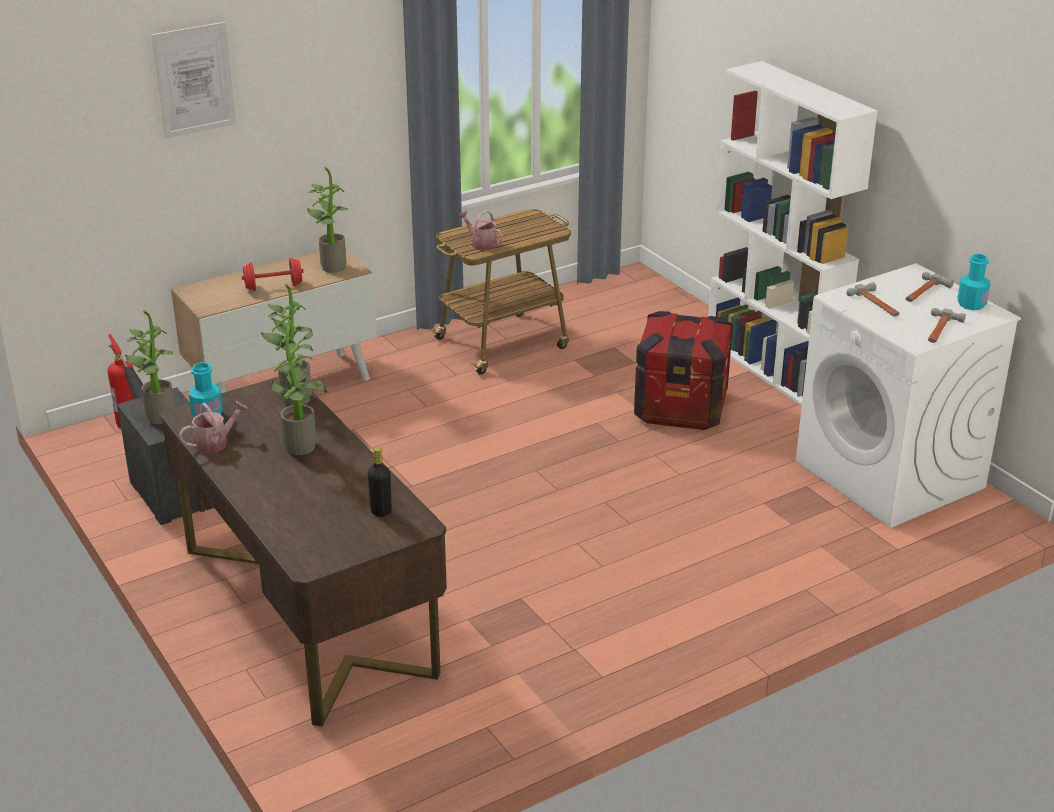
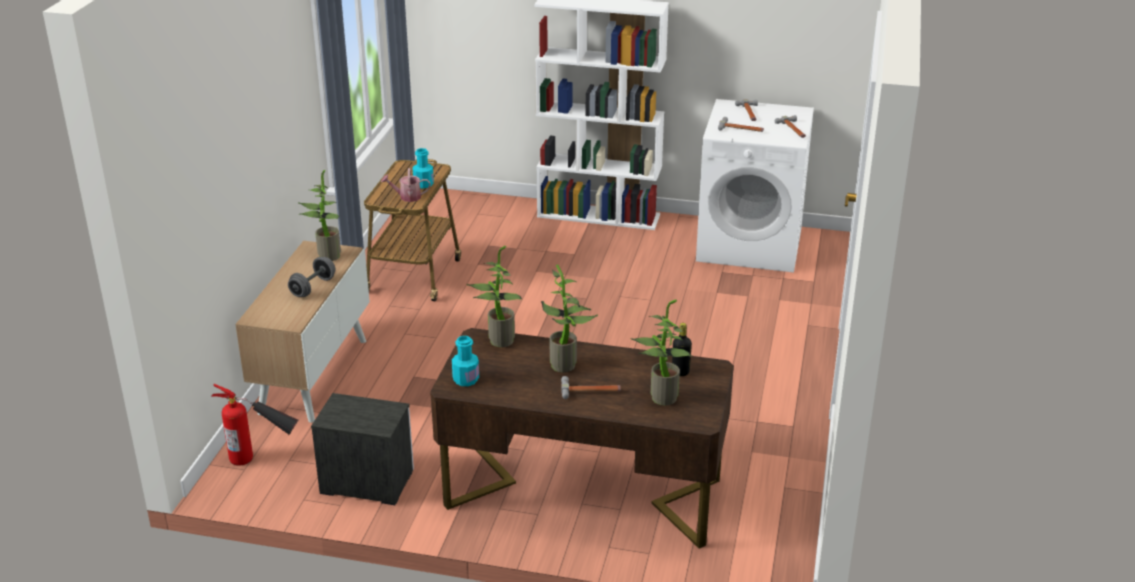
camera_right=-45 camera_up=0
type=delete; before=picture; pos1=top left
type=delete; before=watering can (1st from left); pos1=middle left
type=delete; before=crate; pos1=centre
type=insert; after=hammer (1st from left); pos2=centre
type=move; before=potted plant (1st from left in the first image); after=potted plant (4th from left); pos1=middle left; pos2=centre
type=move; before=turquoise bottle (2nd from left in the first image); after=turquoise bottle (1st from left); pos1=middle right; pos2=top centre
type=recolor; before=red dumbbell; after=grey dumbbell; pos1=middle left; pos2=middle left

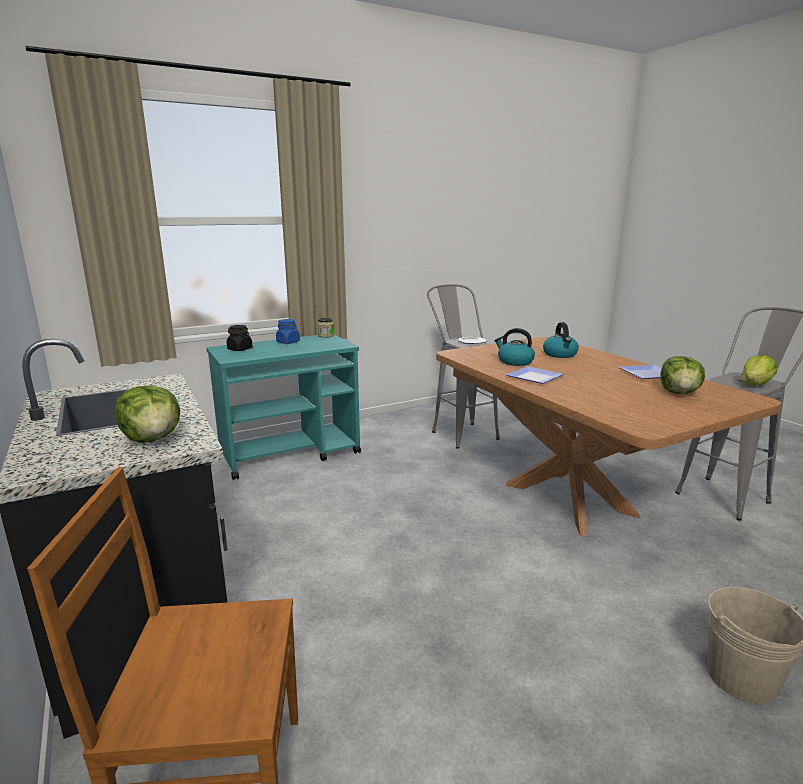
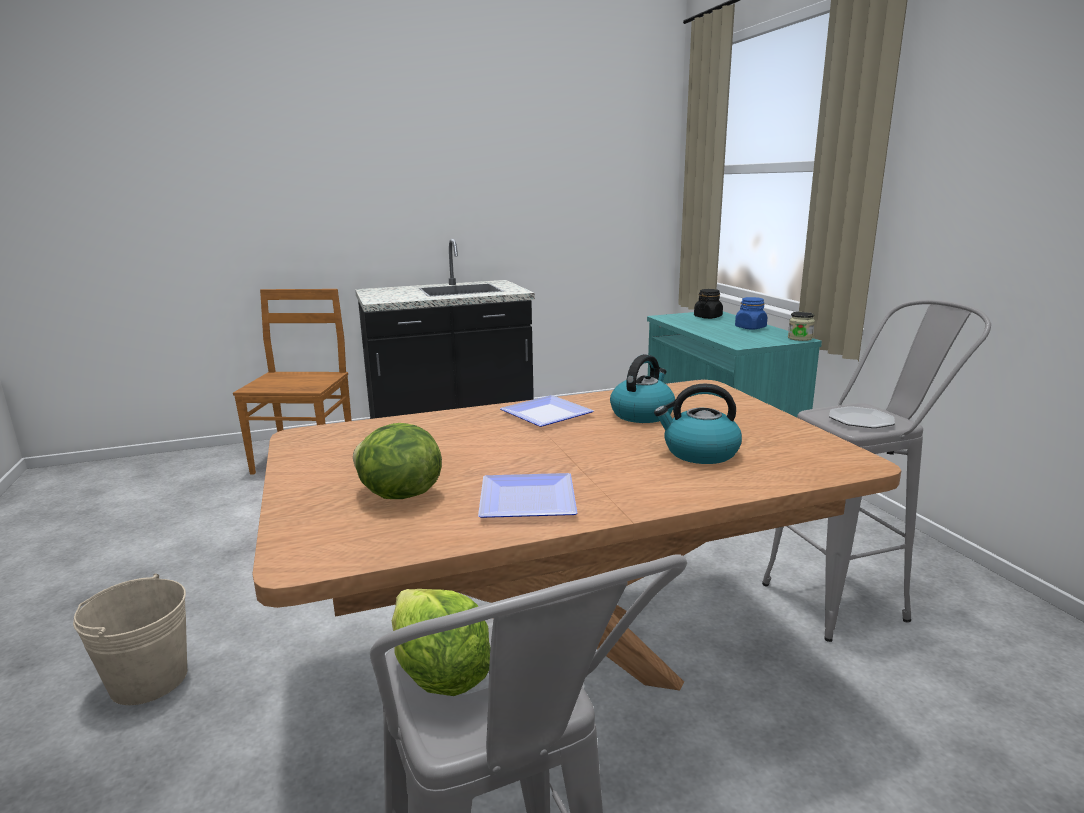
camera_right=100 camera_up=0
type=delete; before=lettuce (1st from left); pos1=middle left

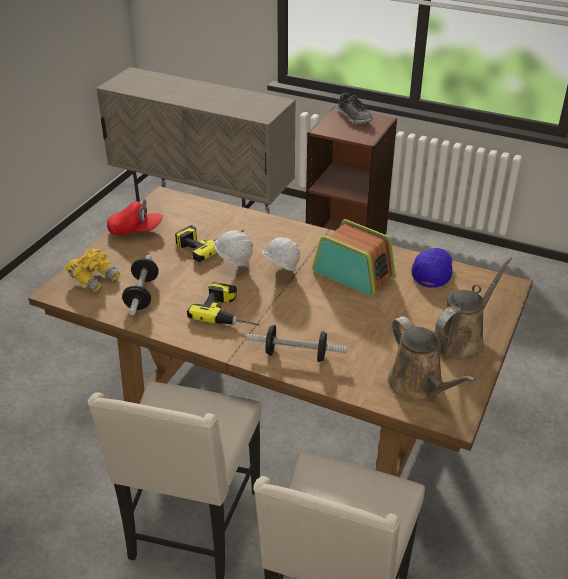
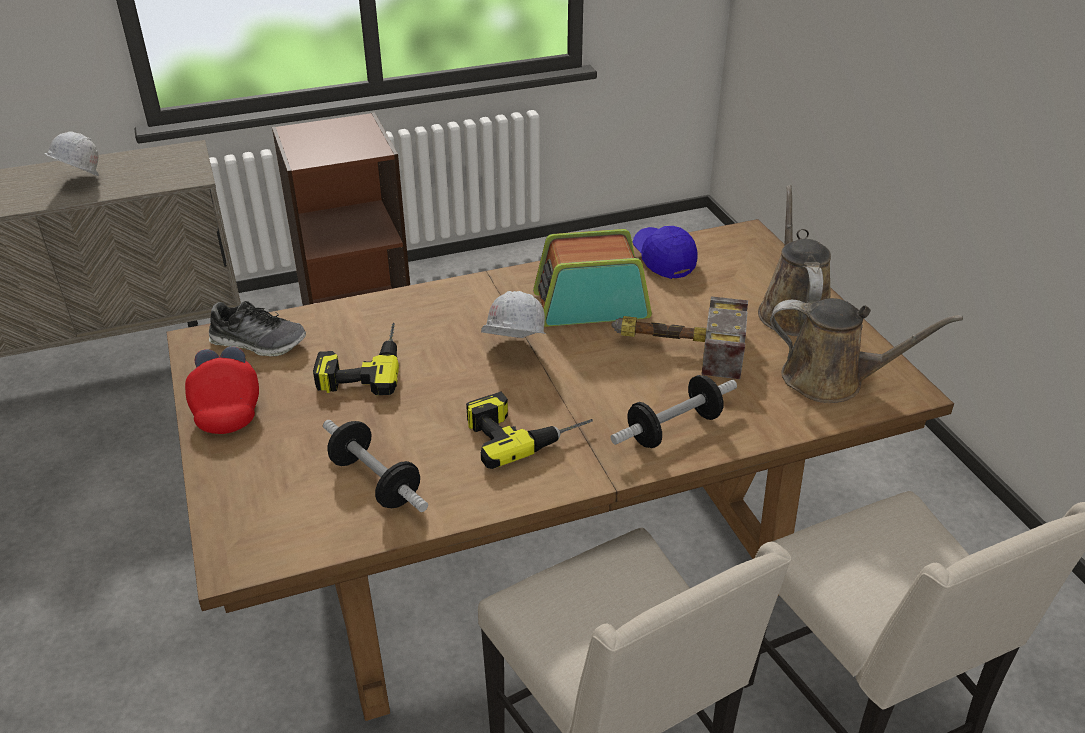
camera_right=-45 camera_up=0
type=delete; before=yellow binoculars; pos1=middle left
type=insert; after=hammer; pos2=centre
type=move; before=white hard hat (1st from left); pos1=centre; pos2=top left
type=move; before=shoe; pos1=top centre; pos2=middle left
type=rotate; before=red cap; pos1=middle left; pos2=middle left; turn=-60

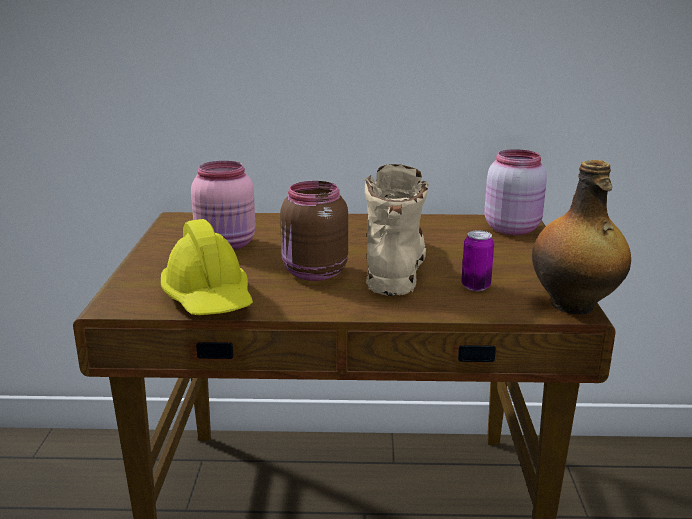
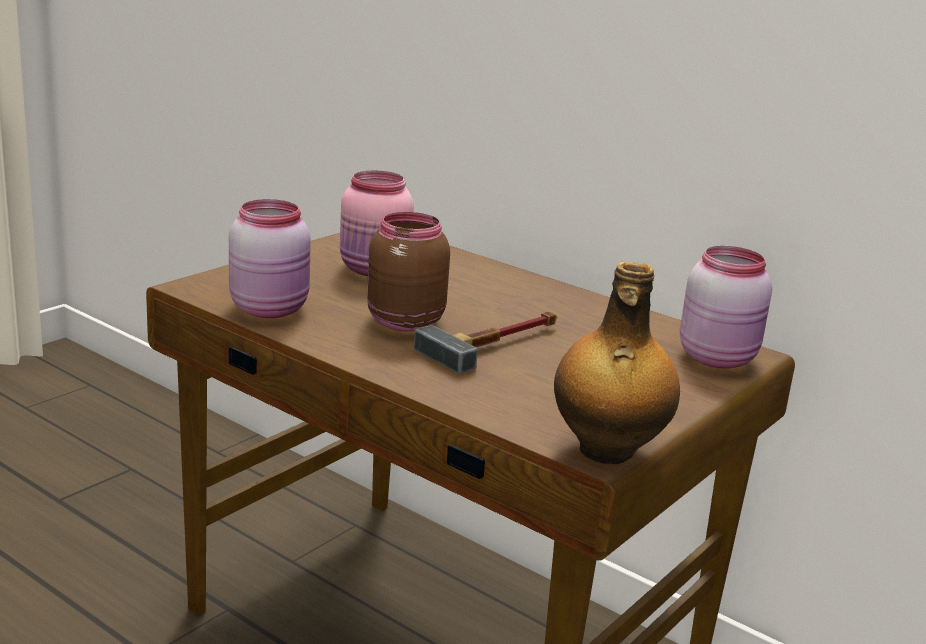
camera_right=35 camera_up=0
type=delete; before=can; pos1=middle right
type=replace; before=yellow hard hat; after=pink jar (1st from left); pos1=middle left; pos2=middle left
type=replace; before=beige boot; after=hammer; pos1=centre; pos2=centre

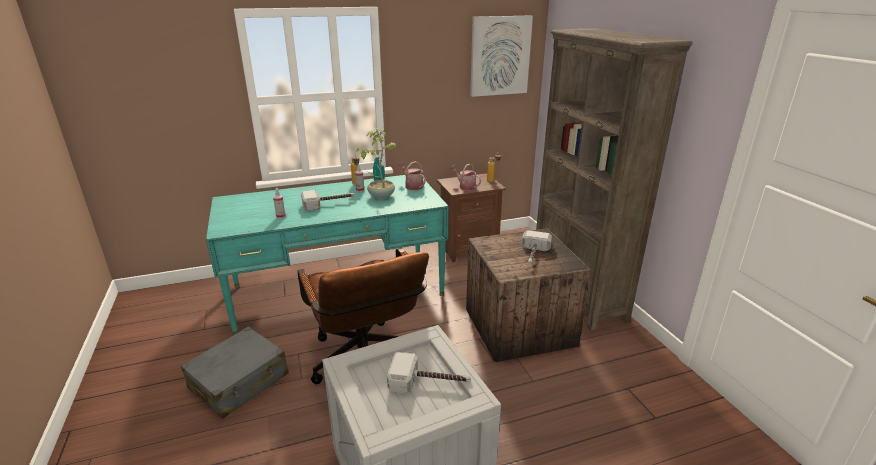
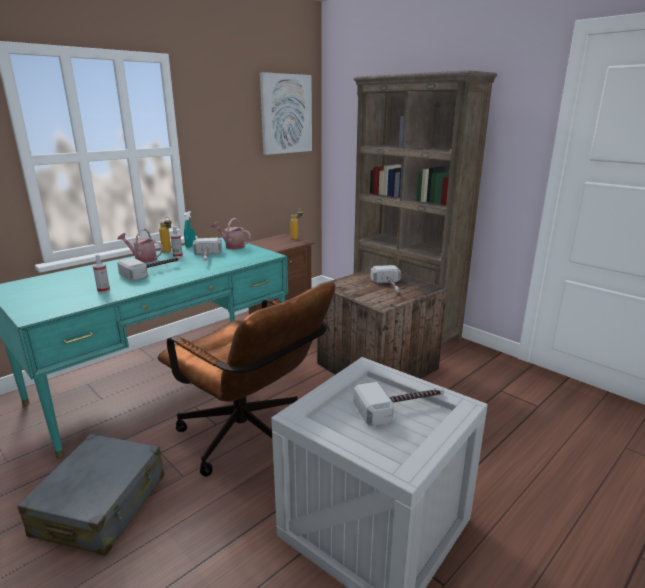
camera_right=-25 camera_up=-5
type=move; before=watering can (2nd from left in the first image); after=watering can (1st from left); pos1=centre; pos2=middle left
type=replace; before=potted plant; after=hammer (2nd from left); pos1=centre; pos2=middle left

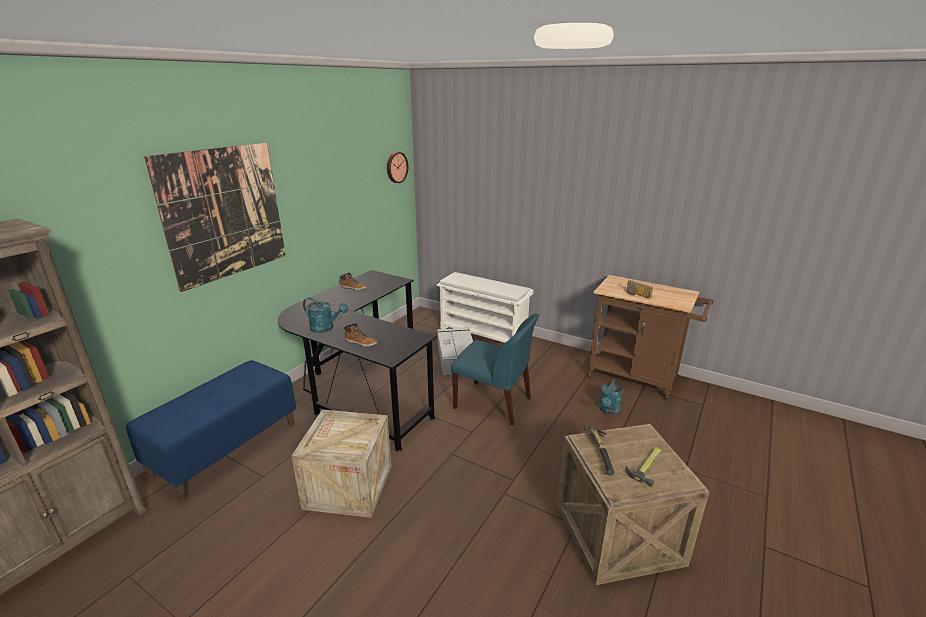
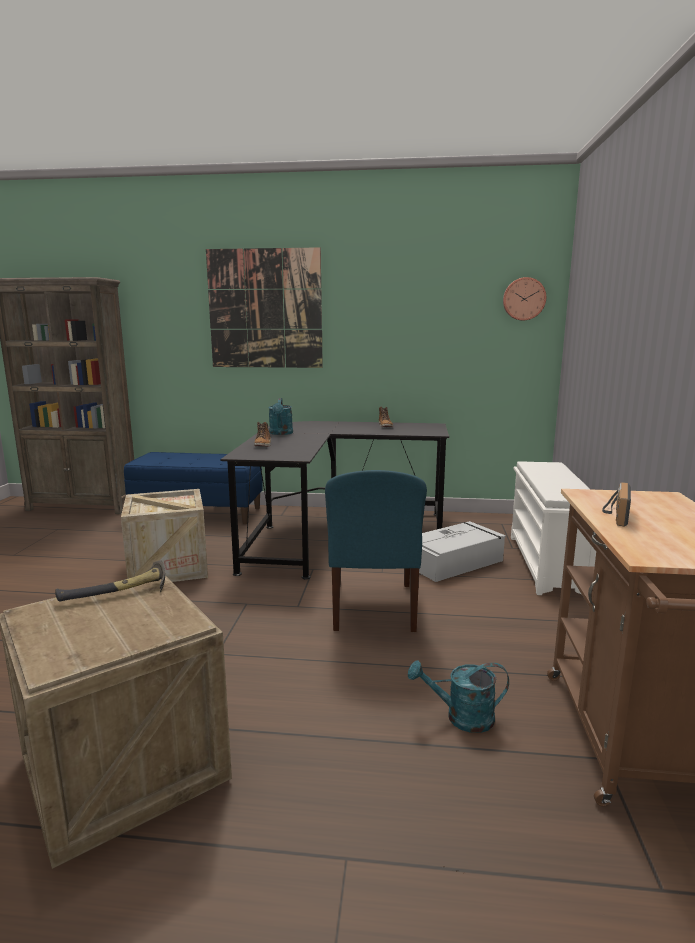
camera_right=65 camera_up=-10
type=delete; before=hammer (2nd from left); pos1=bottom right

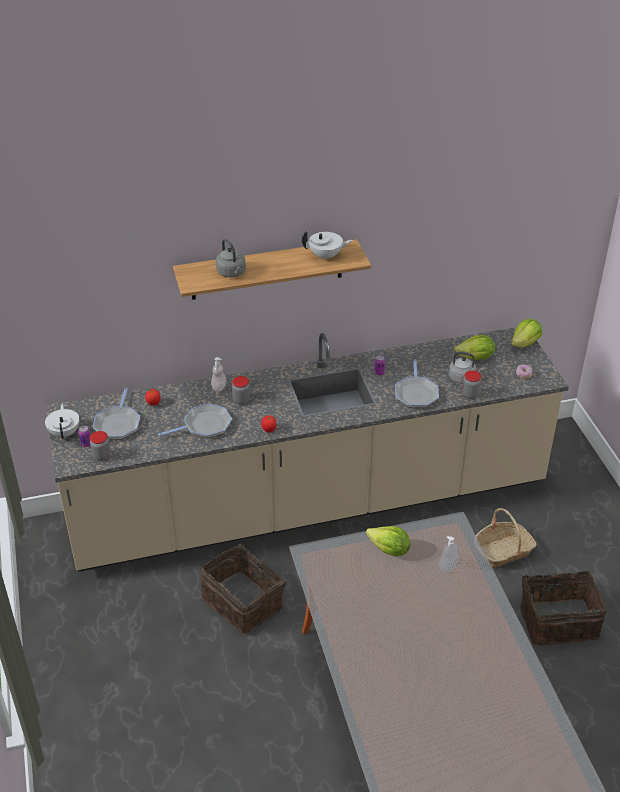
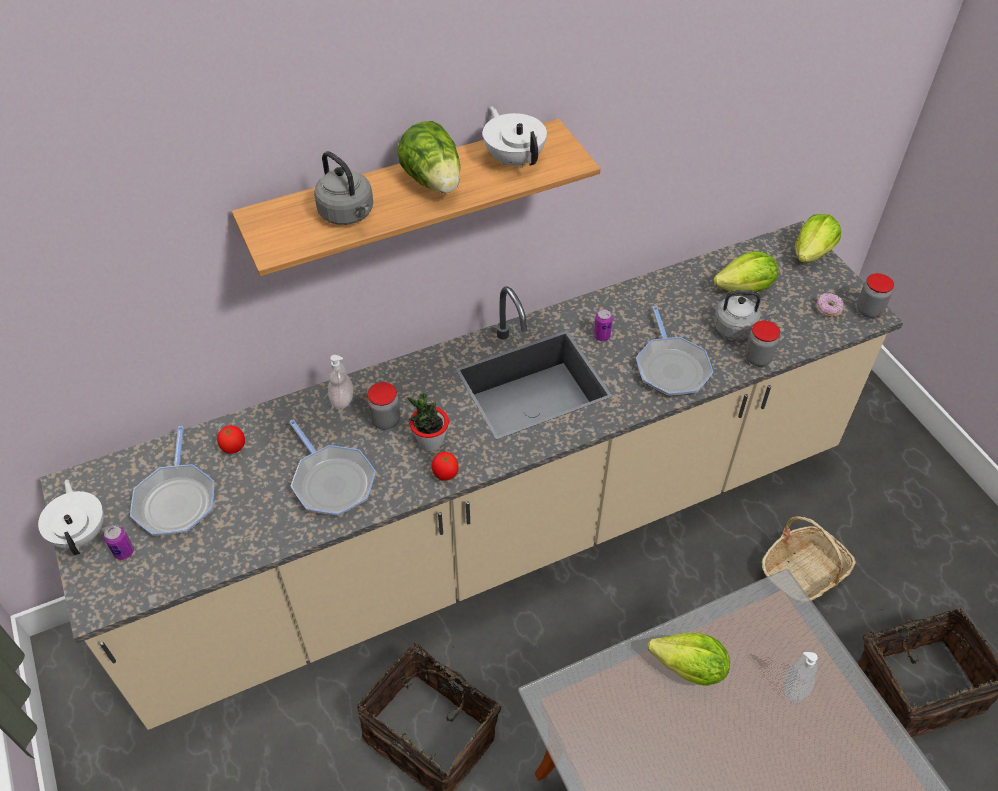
camera_right=-10 camera_up=10
type=insert; after=lettuce (1st from left); pos2=top centre
type=insert; after=potted plant; pos2=centre
type=move; before=jar (1st from left in the first image); after=jar (3rd from left); pos1=middle left; pos2=middle right
type=rotate; before=frying pan (2nd from left); pos1=middle left; pos2=middle left; turn=90
type=rotate; before=white teapot (2nd from left); pos1=top centre; pos2=top centre; turn=-105

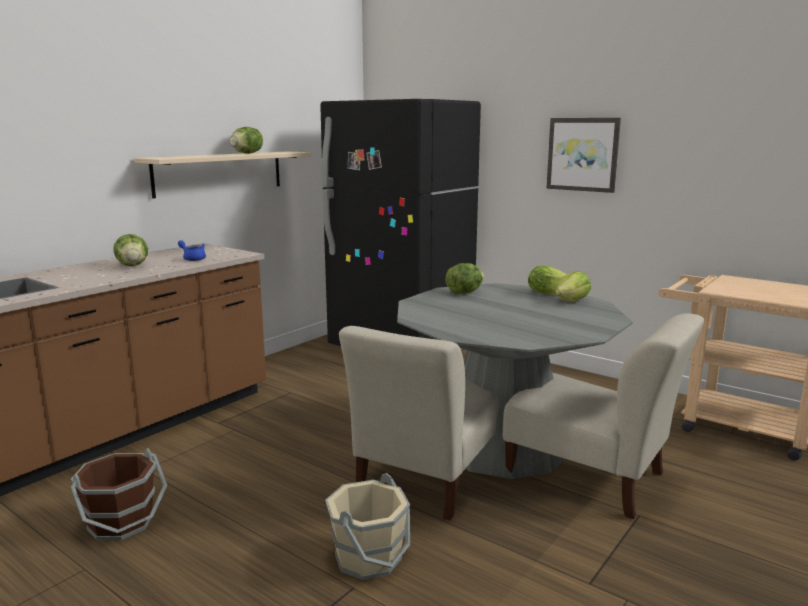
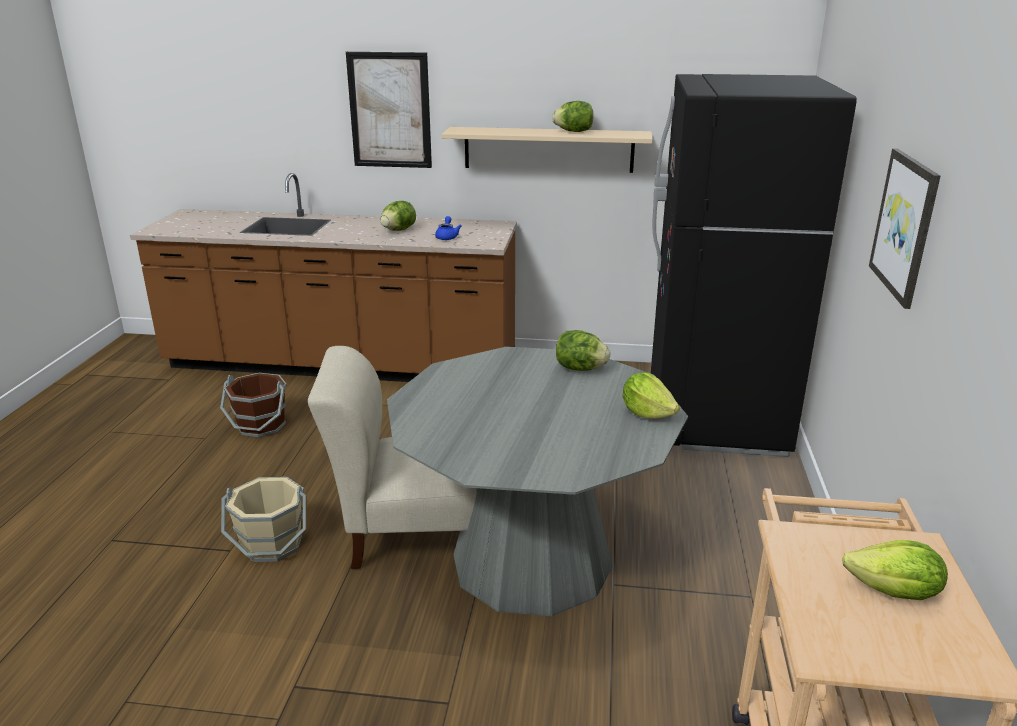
camera_right=60 camera_up=10
type=delete; before=beige chair (2nd from left); pos1=bottom right
type=insert; after=picture (1st from left); pos2=top centre
type=move; before=lettuce (5th from left); pos1=middle right; pos2=bottom right

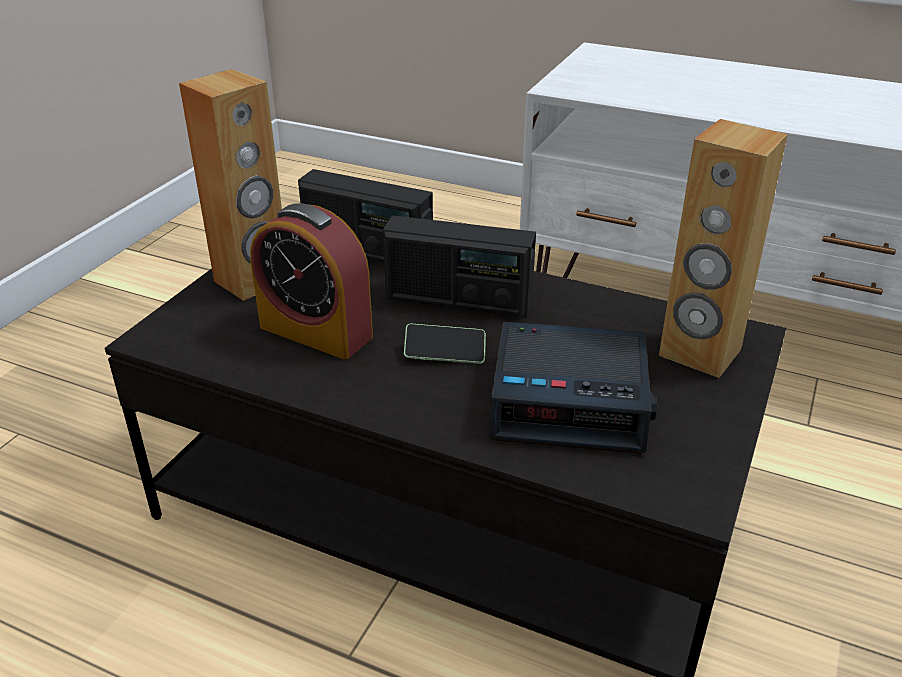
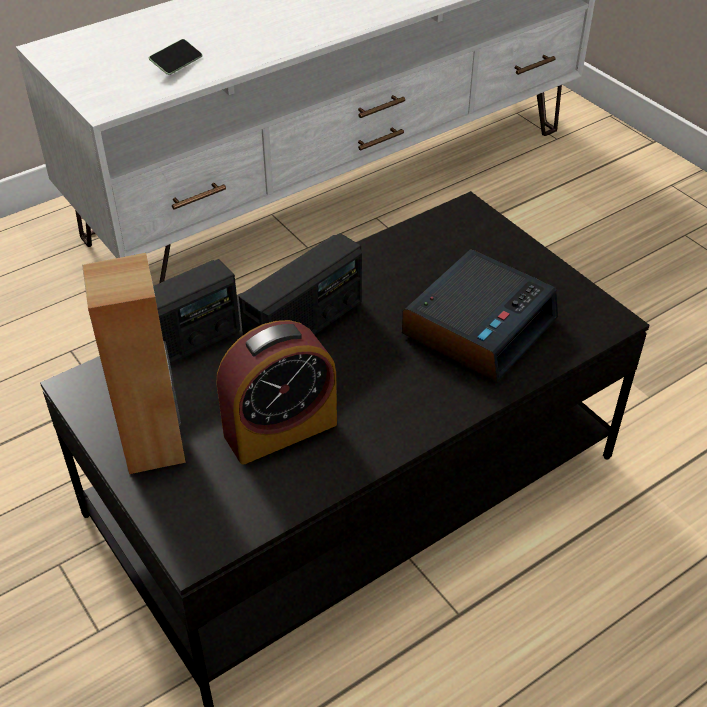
camera_right=-60 camera_up=10
type=delete; before=brown speaker (2nd from left); pos1=middle right
type=move; before=phone; pos1=centre; pos2=top left

